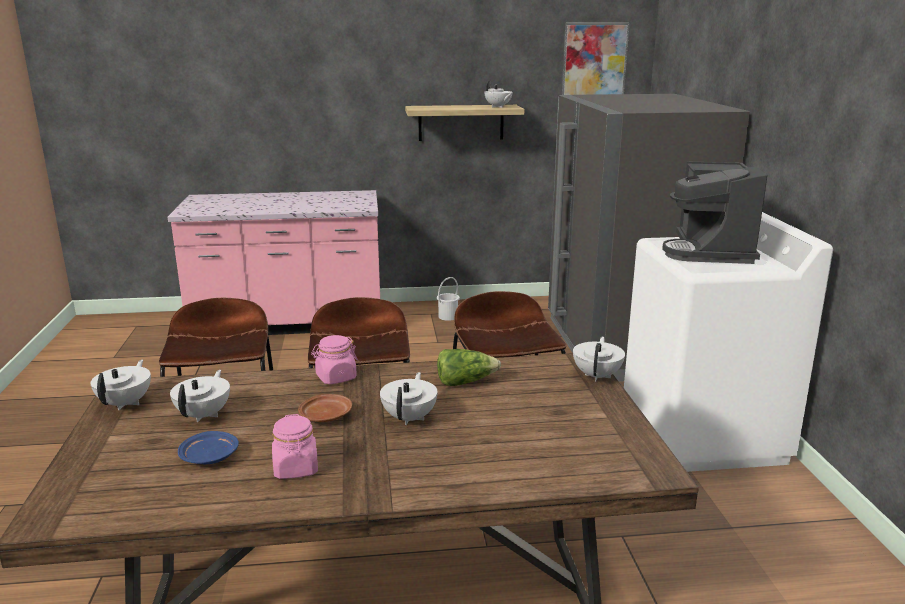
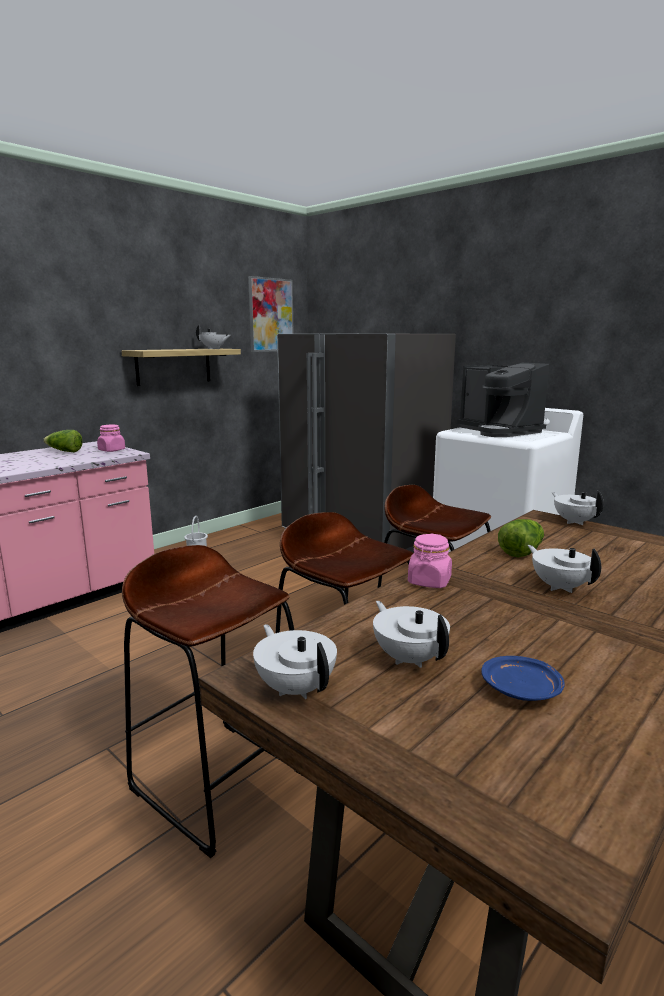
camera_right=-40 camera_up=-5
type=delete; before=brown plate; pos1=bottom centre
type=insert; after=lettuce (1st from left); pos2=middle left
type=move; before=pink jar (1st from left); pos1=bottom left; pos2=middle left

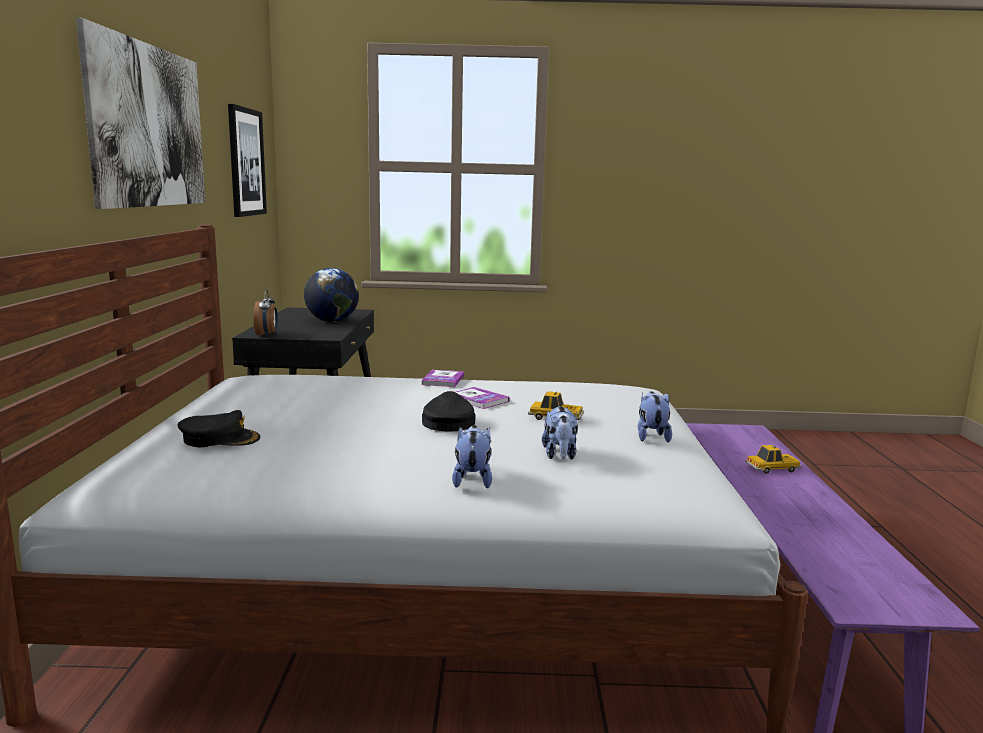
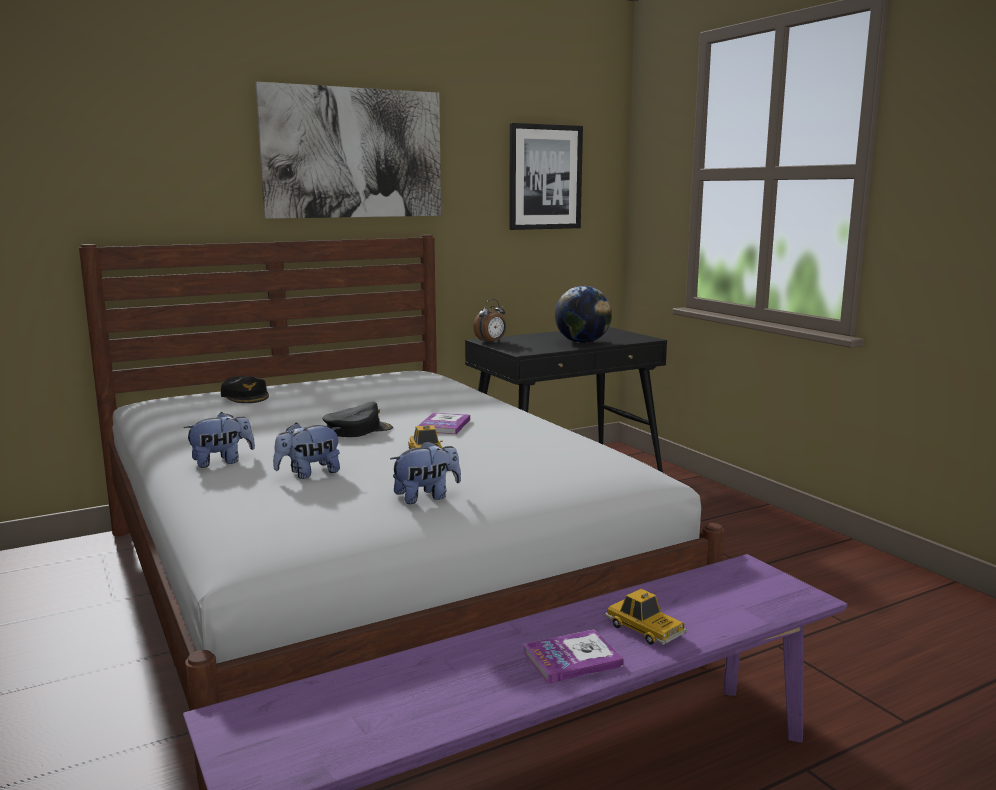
camera_right=60 camera_up=0
type=move; before=book (1st from left in the first image); after=book (2nd from left); pos1=centre; pos2=bottom centre

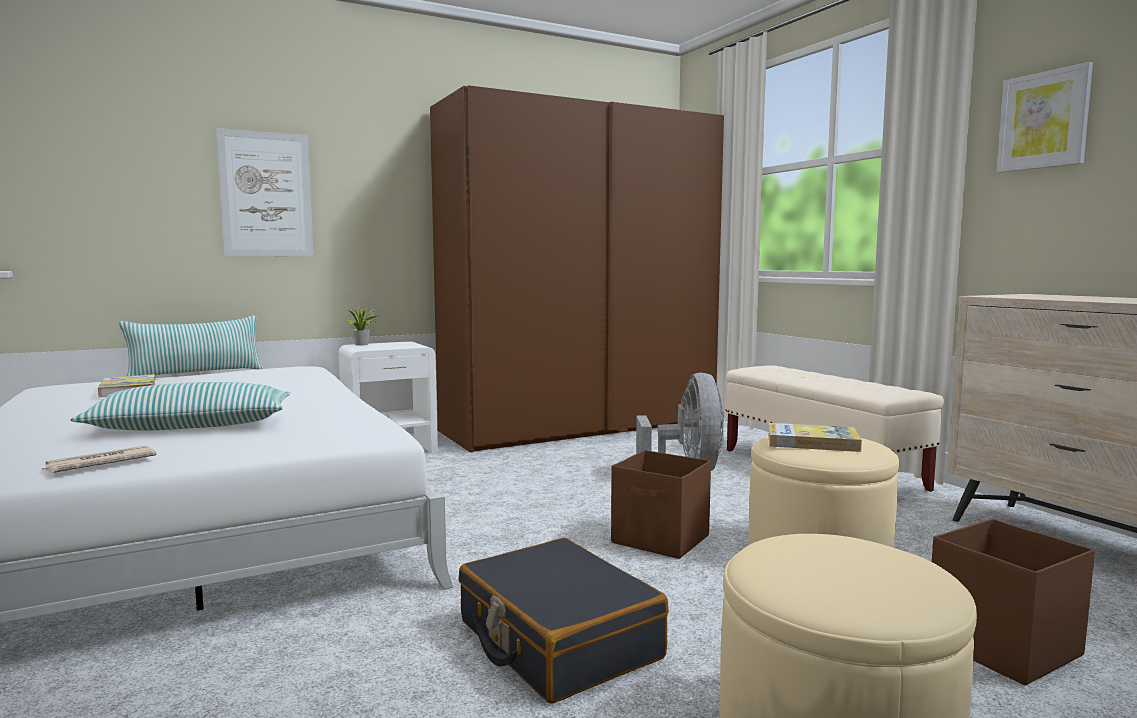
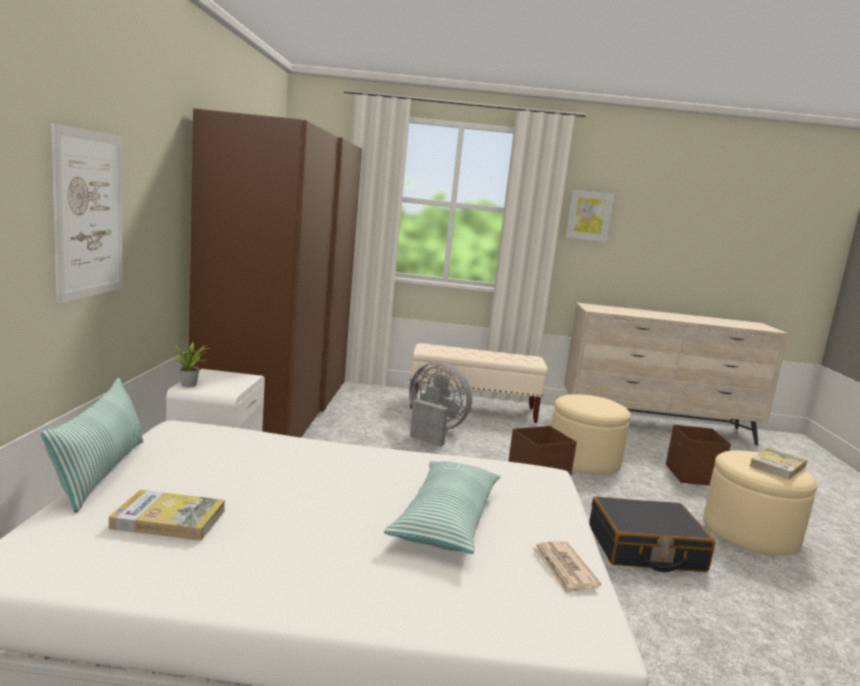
camera_right=-60 camera_up=5
type=move; before=book (2nd from left); pos1=middle right; pos2=bottom right

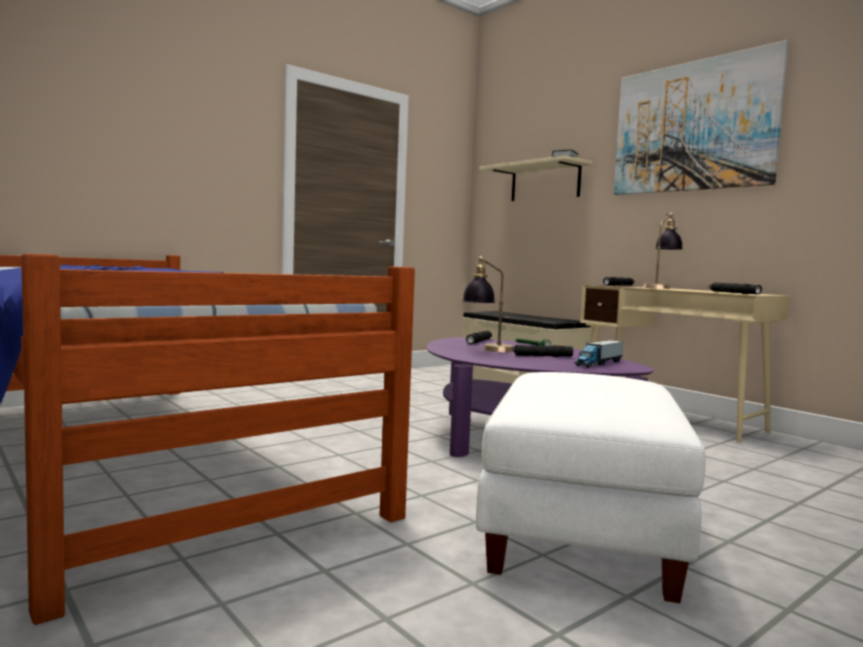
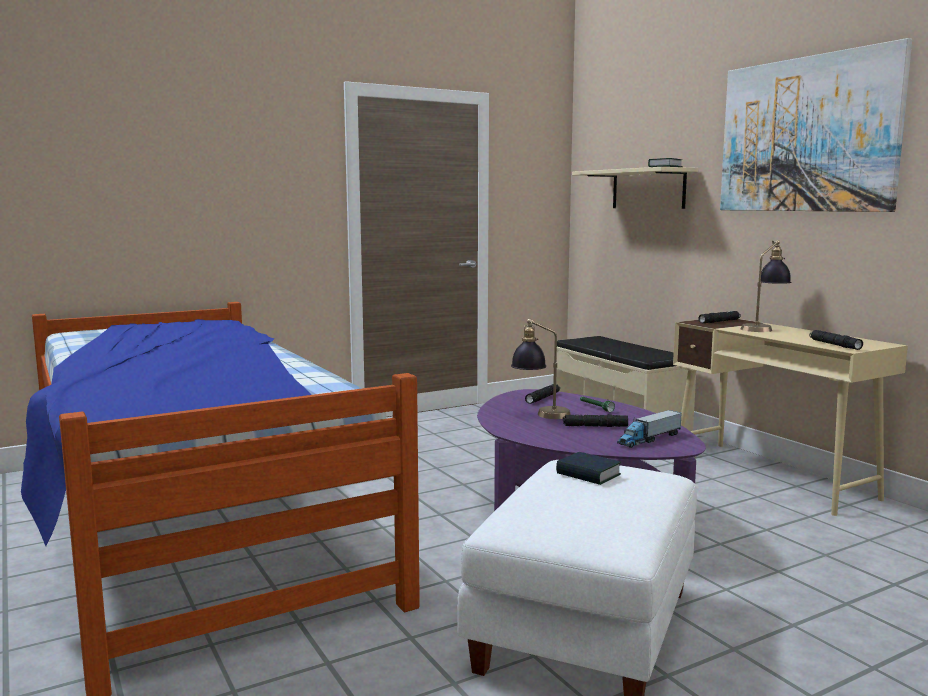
camera_right=10 camera_up=5
type=insert; after=book (1st from left); pos2=bottom centre

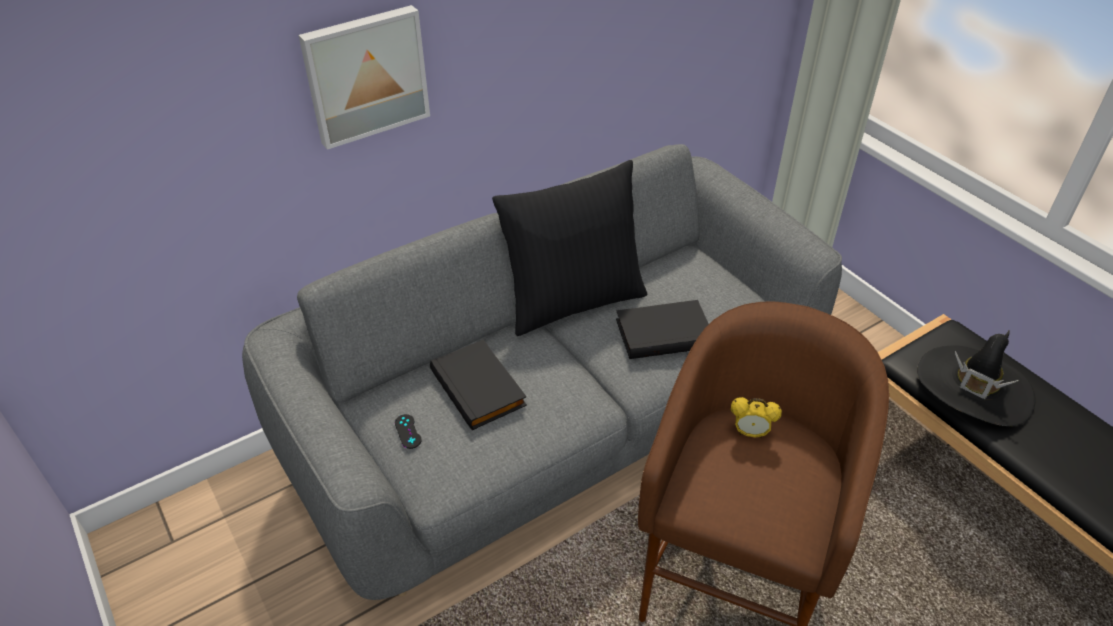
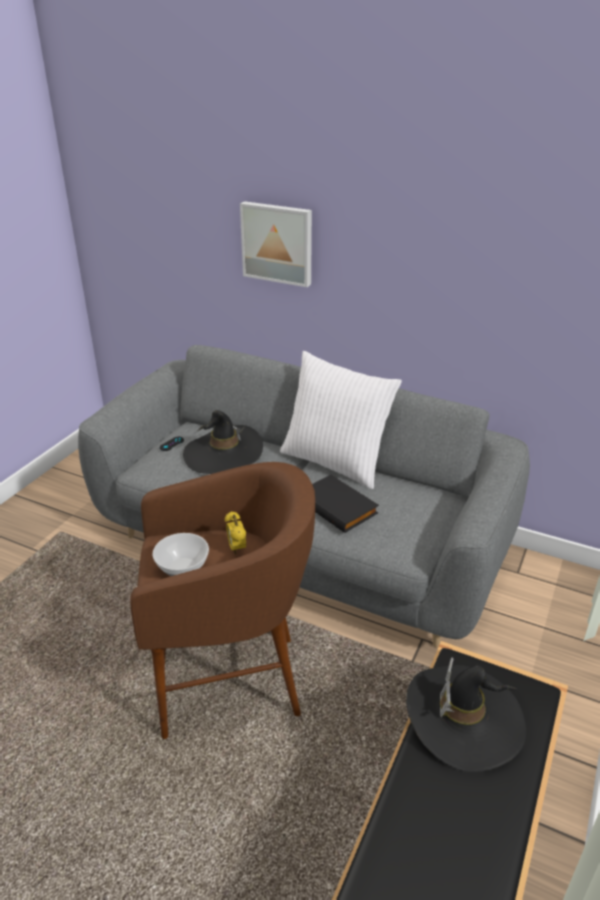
camera_right=60 camera_up=-10
type=insert; after=bowl; pos2=middle left
type=replace; before=black book (1st from left); after=black hat (1st from left); pos1=centre; pos2=centre
type=recolor; before=black pillow; after=white pillow; pos1=centre; pos2=centre

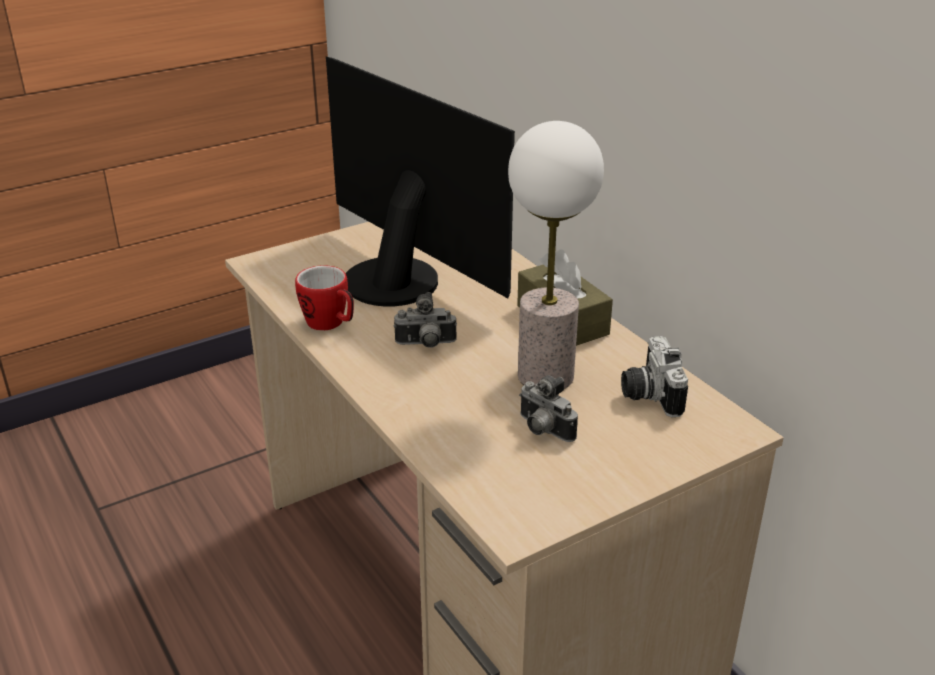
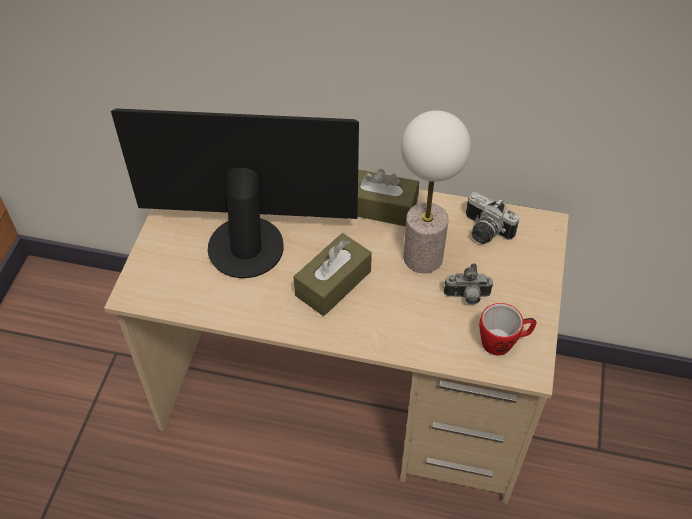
camera_right=-45 camera_up=20
type=move; before=mug; pos1=centre; pos2=middle right
type=replace; before=photo camera (1st from left); after=brown tissue box (1st from left); pos1=centre; pos2=centre

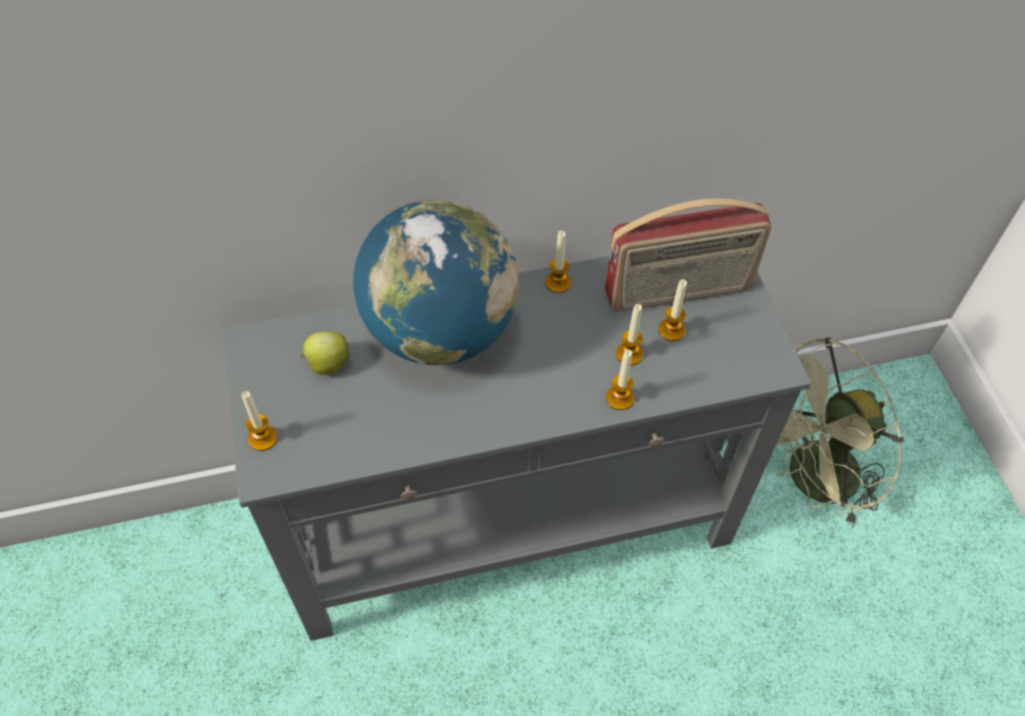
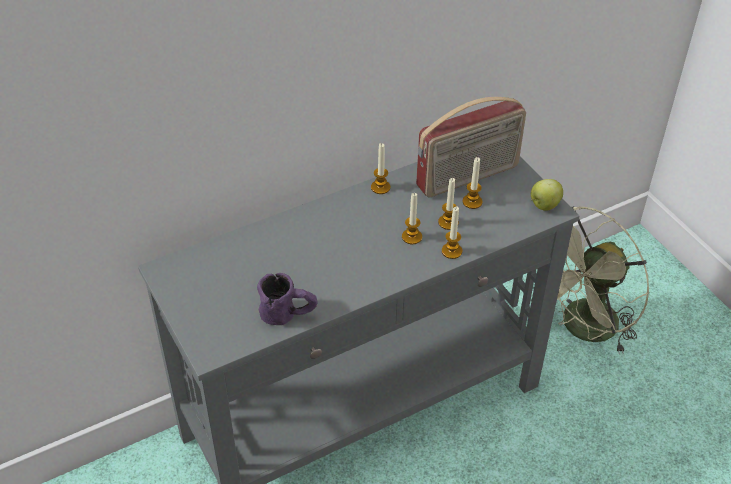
camera_right=-15 camera_up=-10
type=delete; before=globe; pos1=centre
type=insert; after=purple mug; pos2=centre
type=move; before=candle (1st from left in the first image); after=candle (2nd from left); pos1=middle left; pos2=centre
type=move; before=apple; pos1=middle left; pos2=middle right

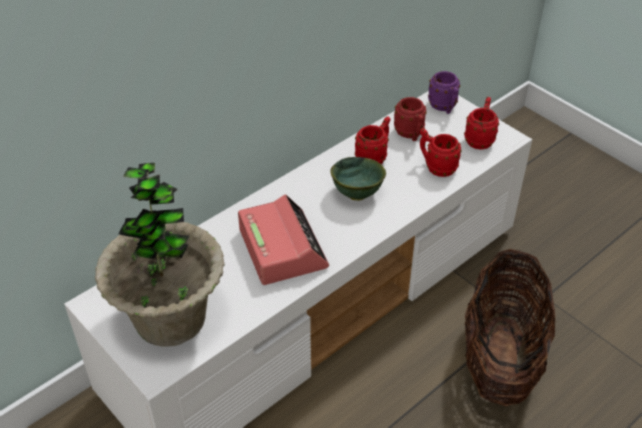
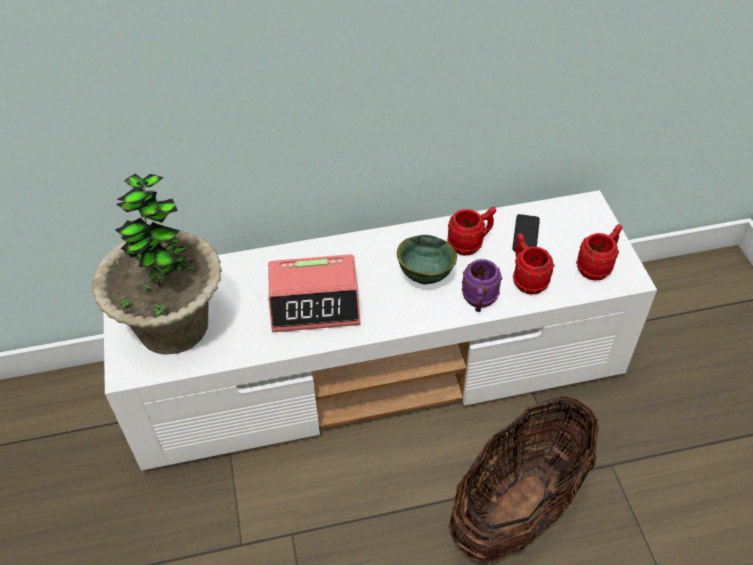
camera_right=30 camera_up=5
type=move; before=purple mug; pos1=top right; pos2=centre
type=replace; before=red mug (2nd from left); after=phone; pos1=top centre; pos2=middle right
type=rotate; before=alarm clock; pos1=centre; pos2=centre; turn=75

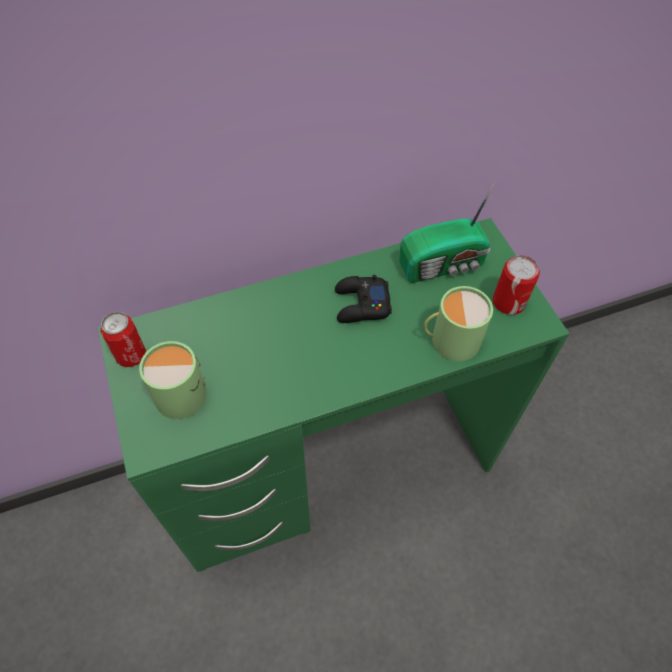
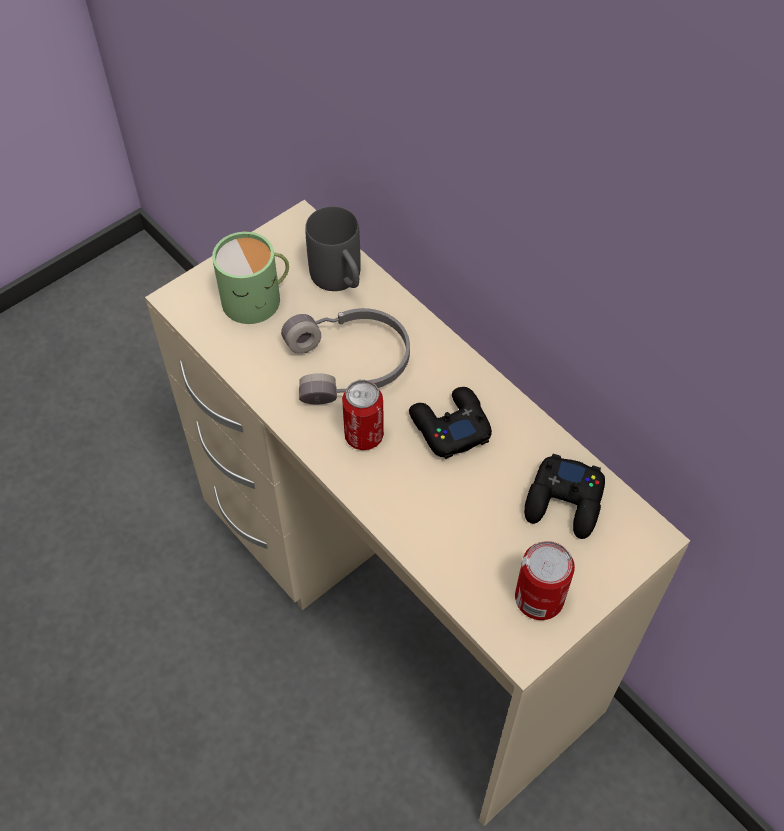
camera_right=70 camera_up=0
type=delete; before=green mug (2nd from left); pos1=middle right
type=insert; after=grey headphones; pos2=centre
type=insert; after=grey mug; pos2=top centre
type=move; before=can (1st from left); pos1=middle left; pos2=centre
type=replace; before=radio; after=black game controller (2nd from left); pos1=centre; pos2=middle right
type=recolor; before=green desk; after=beige desk; pos1=centre; pos2=centre

